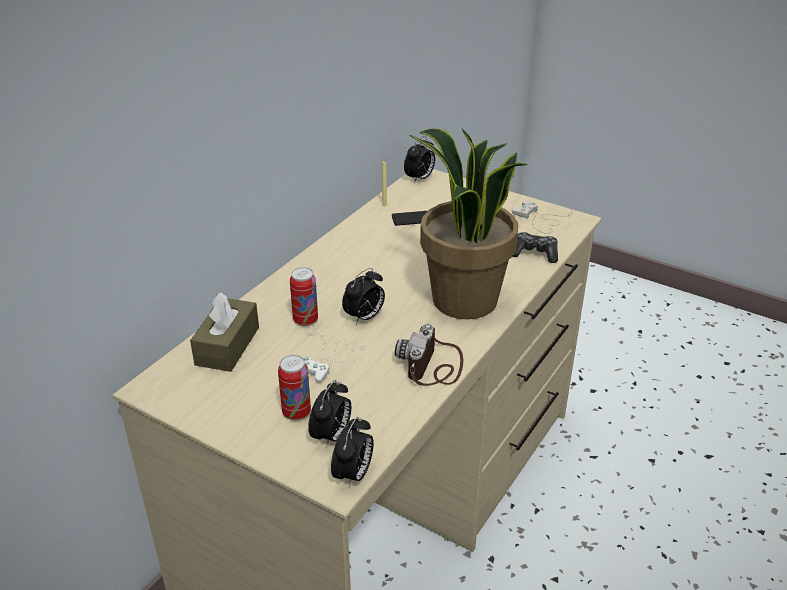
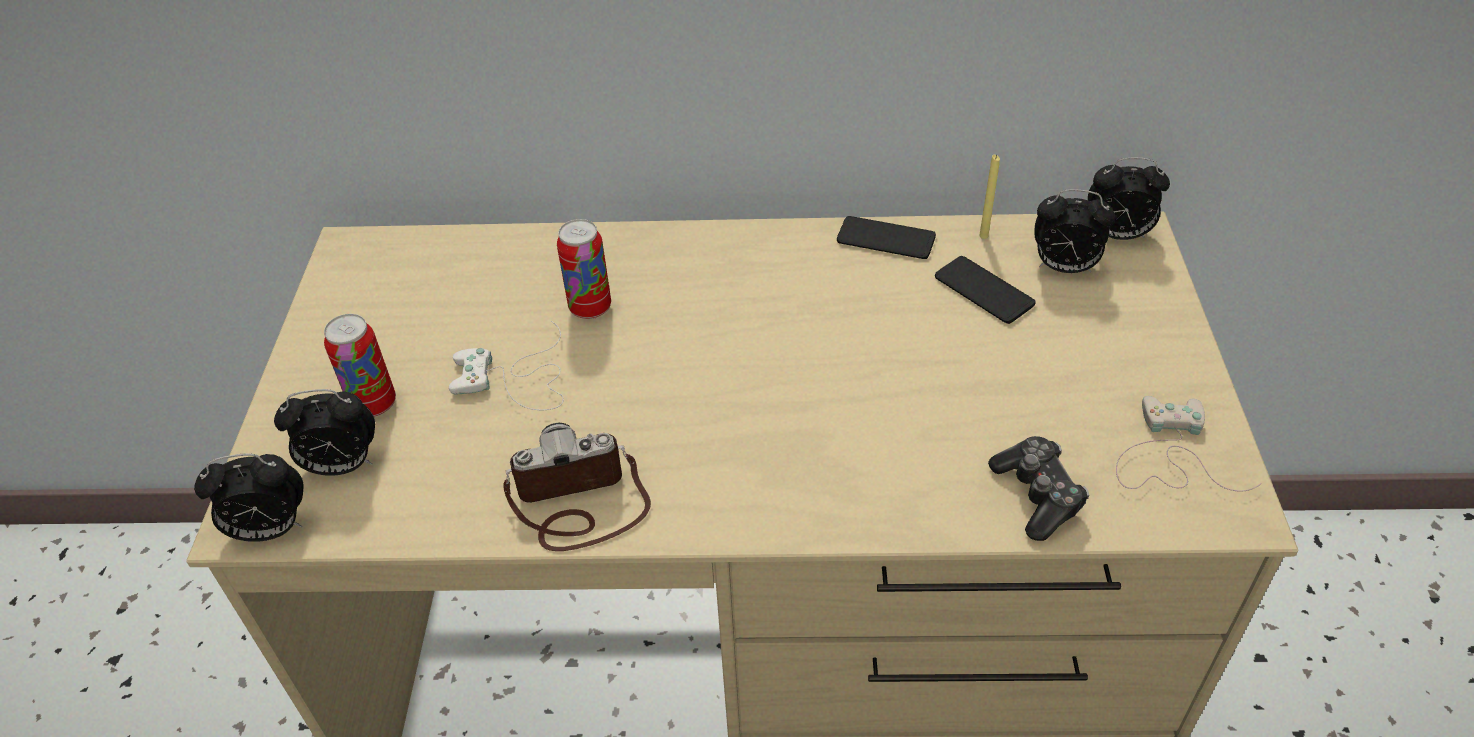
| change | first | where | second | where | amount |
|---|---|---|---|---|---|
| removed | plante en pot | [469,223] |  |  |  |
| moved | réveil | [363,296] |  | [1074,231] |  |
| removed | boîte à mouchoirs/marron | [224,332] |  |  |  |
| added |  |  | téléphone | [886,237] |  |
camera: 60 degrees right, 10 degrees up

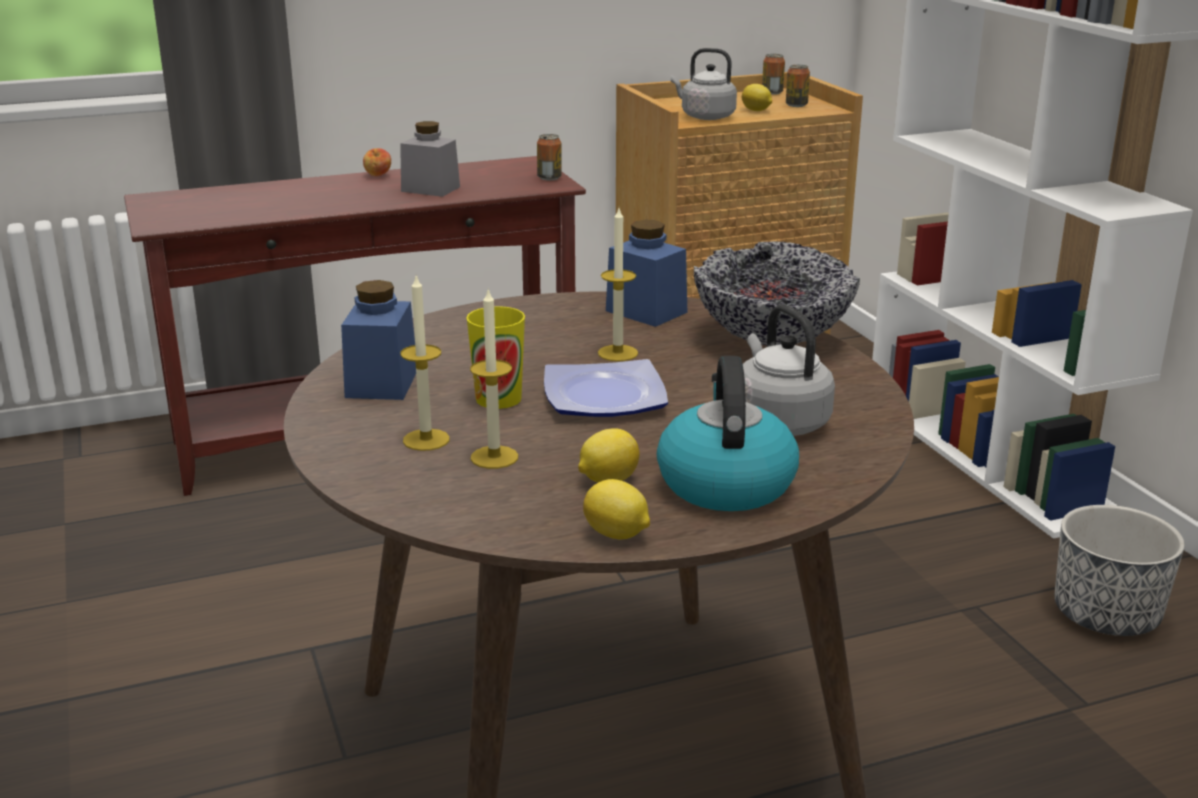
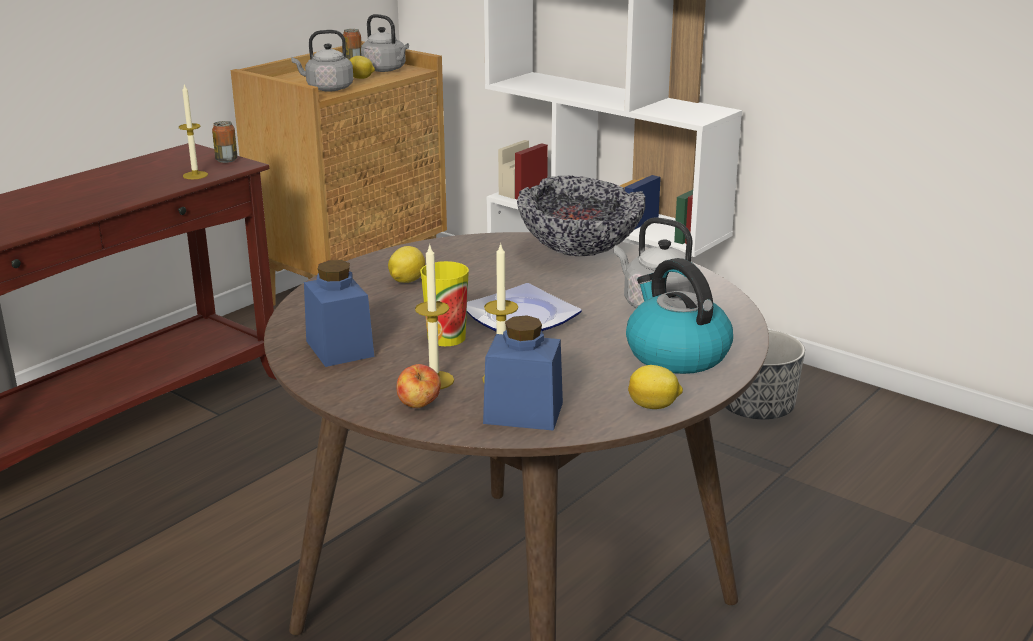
| change | first | where | second | where | amount |
|---|---|---|---|---|---|
| replaced | boîte métallique | [798,86] | bouilloire/gris | [385,43] |  |
| removed | bocal/gris | [430,159] |  |  |  |
| moved | pomme | [377,162] |  | [418,386] |  |
| moved | bougie | [618,284] |  | [193,131] |  |
| moved | bocal/bleu | [646,273] |  | [523,373] |  |
| moved | citron | [609,455] |  | [406,264] |  |
camera: 30 degrees left, 0 degrees up

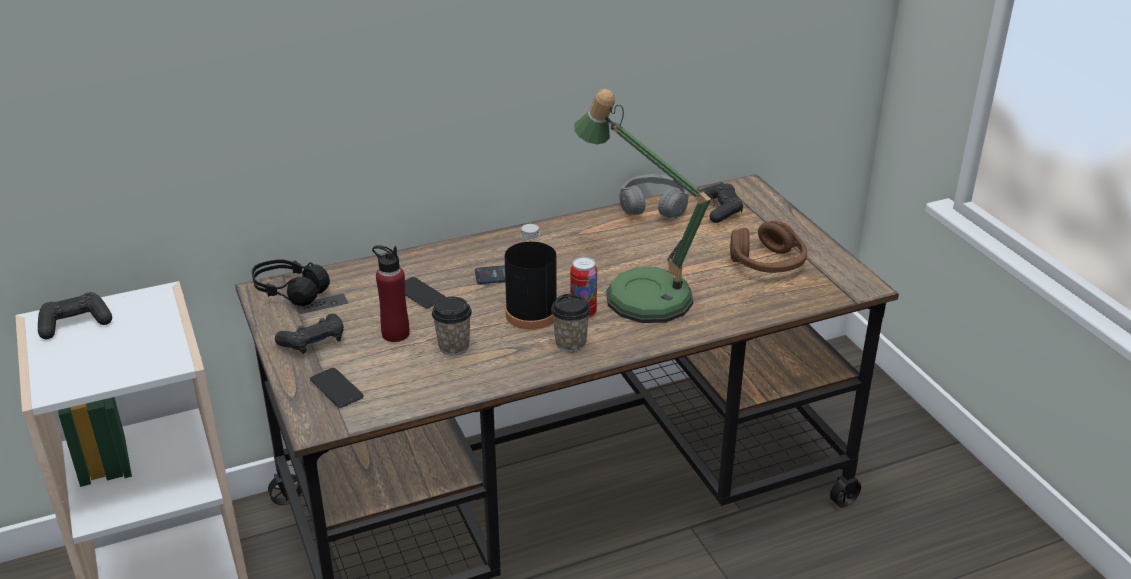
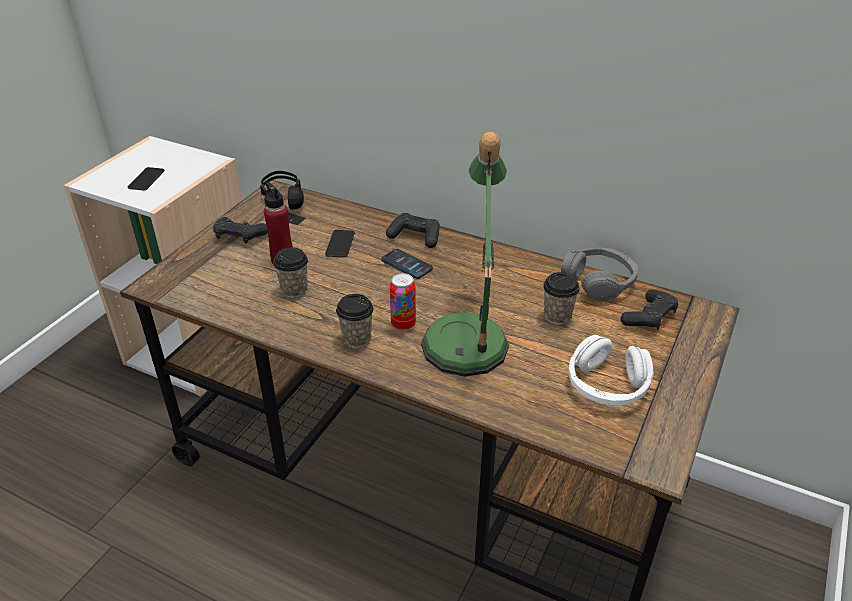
| change | first | where | second | where | amount |
|---|---|---|---|---|---|
| recoloured | casque audio/marron | [768,247] | casque audio/blanc | [610,370] |  |
| removed | bouteille/noir | [531,277] |  |  |  |
| moved | manette/noir | [75,316] |  | [413,230] |  |
| moved | téléphone | [337,388] |  | [146,178] |  |
| added |  |  | tasse | [561,298] |  |
camera: 50 degrees right, 5 degrees up

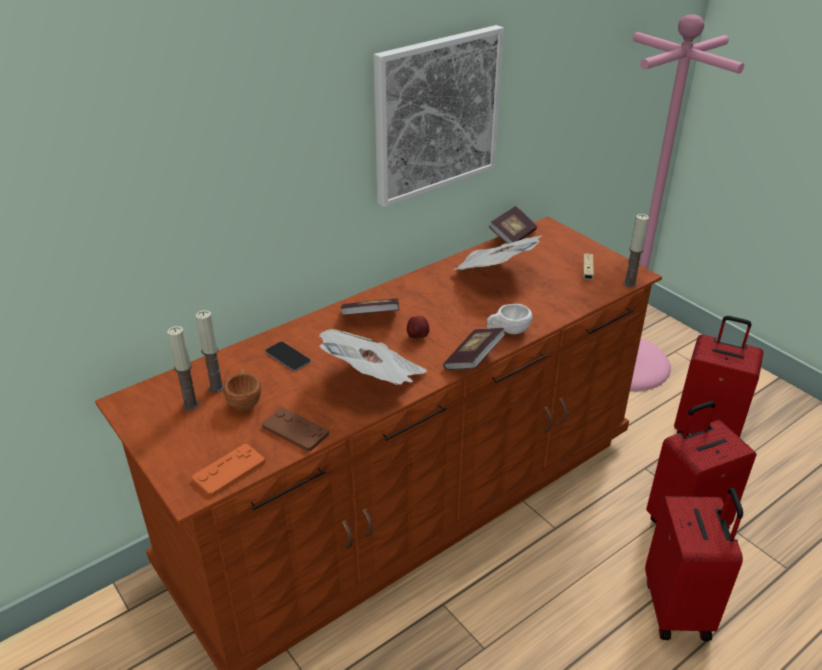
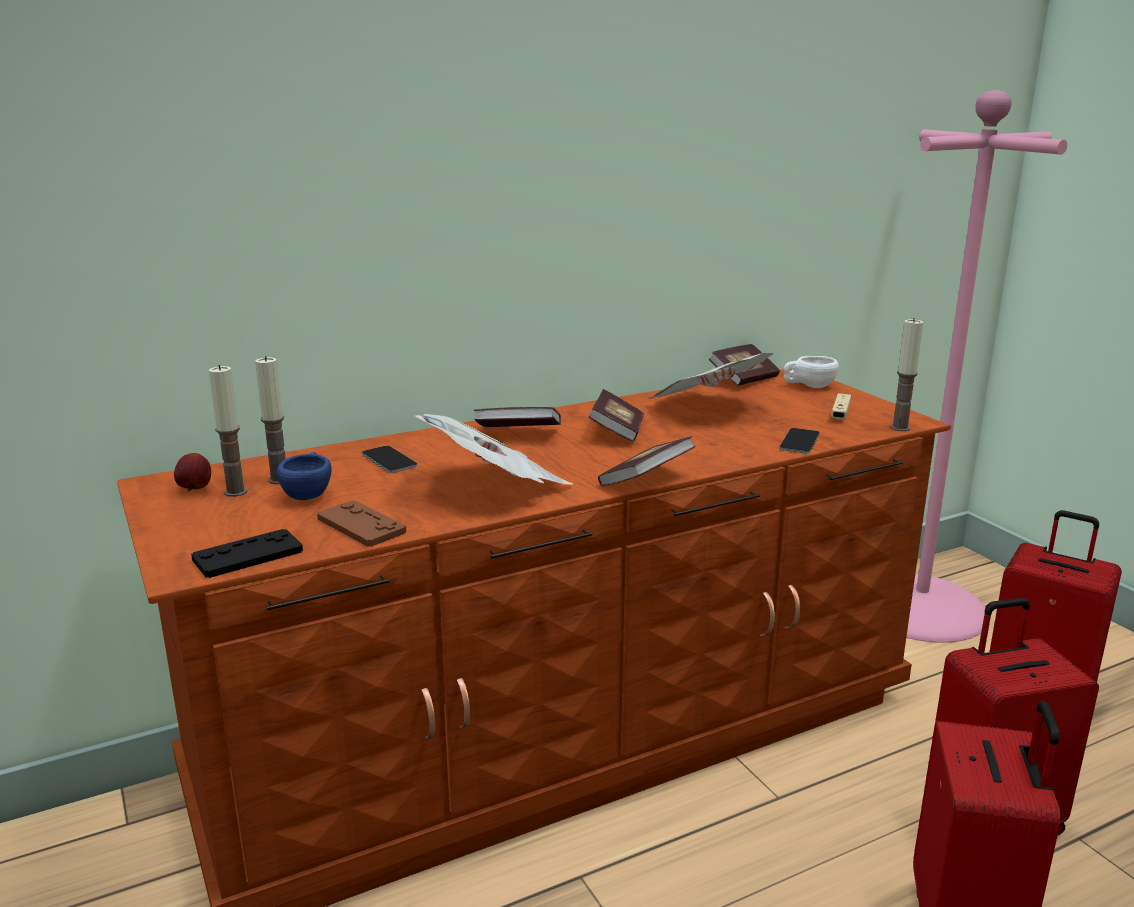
| change | first | where | second | where | amount |
|---|---|---|---|---|---|
| removed | tableau | [439,116] |  |  |  |
| moved | tasse/blanc | [509,319] |  | [811,372] |  |
| moved | pomme | [418,328] |  | [192,472] |  |
| recoloured | tasse/marron | [242,389] | tasse/bleu | [304,476] |  |
| recoloured | manette/orange | [228,470] | manette/noir | [247,553] |  |
| added |  |  | livre | [616,415] |  |
| added |  |  | téléphone | [799,440] |  |
camera: 10 degrees right, 15 degrees down

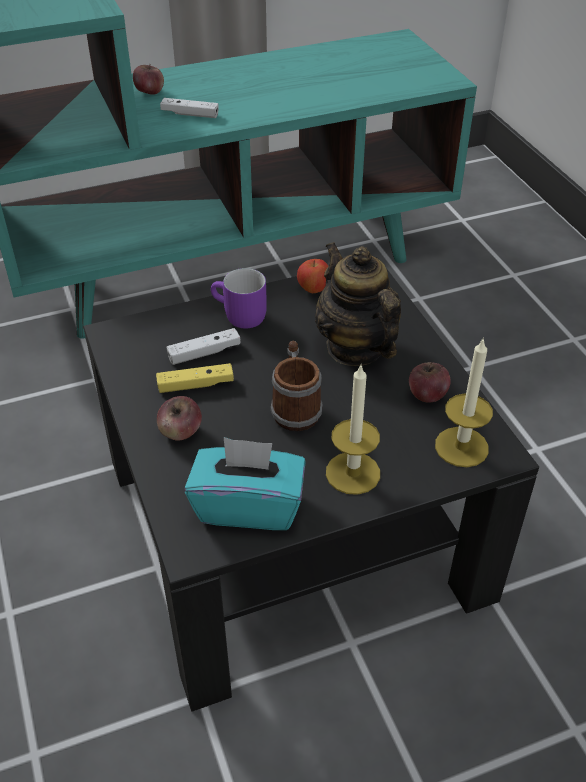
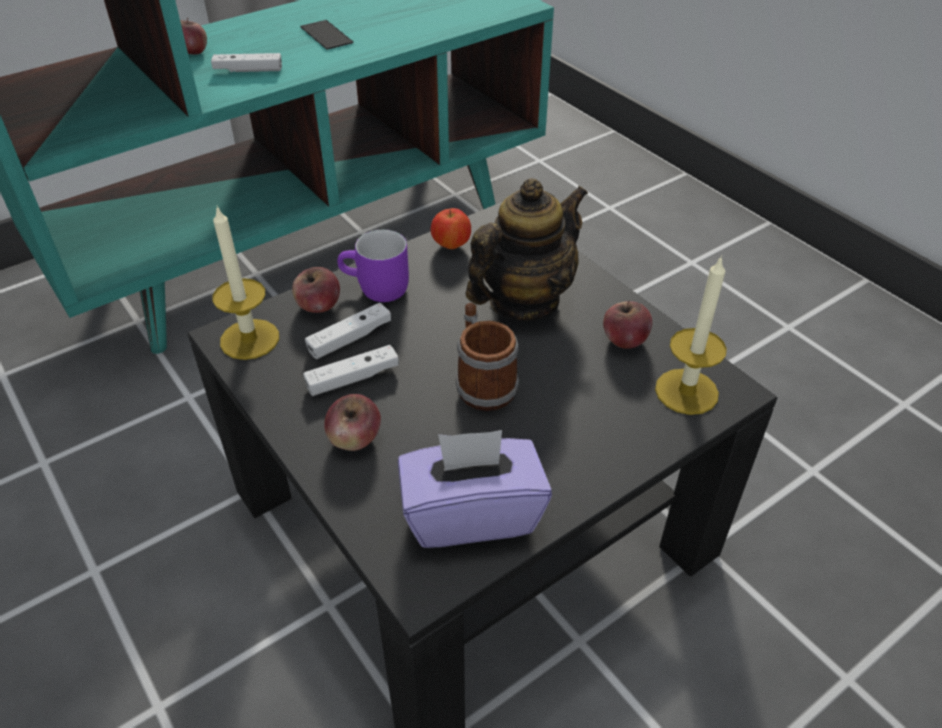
| change | first | where | second | where | amount |
|---|---|---|---|---|---|
| turned | théière | [358,304] |  | [527,249] | 90 degrees clockwise |
| recoloured | manette/jaune | [195,378] | manette/blanc | [351,370] |  |
| moved | bougie | [353,430] |  | [245,282] |  |
| recoloured | boîte à mouchoirs/turquoise | [245,483] | boîte à mouchoirs/violet | [475,489] |  |
| added |  |  | téléphone | [327,35] |  |
| added |  |  | pomme | [316,290] |  |
camera: 15 degrees left, 0 degrees up

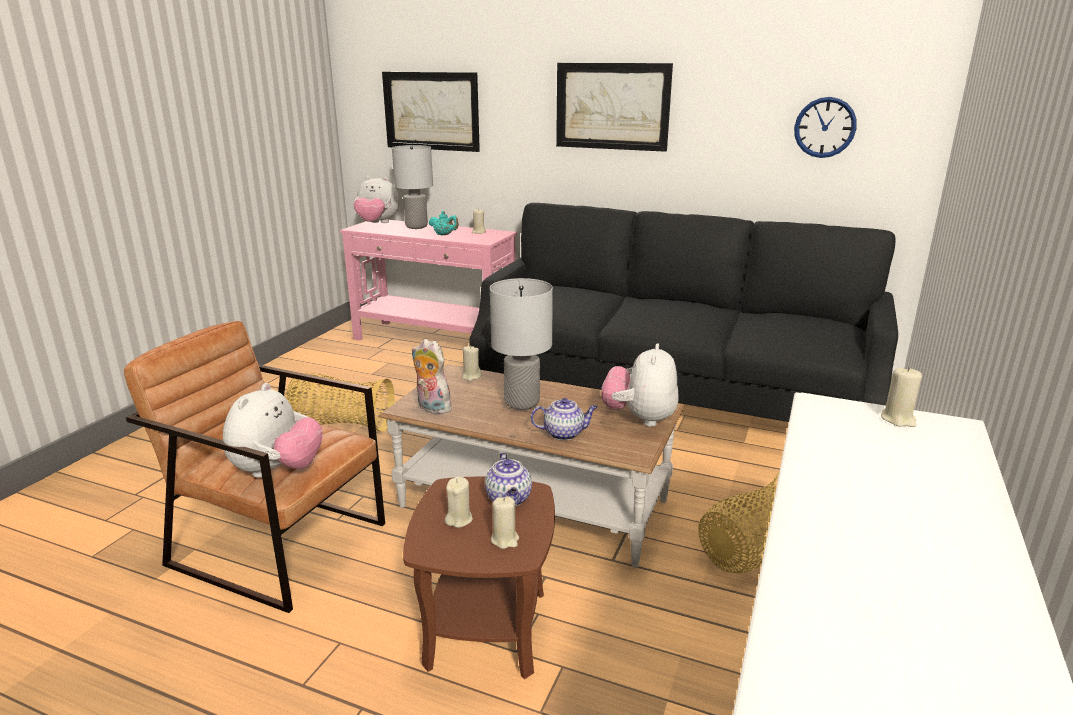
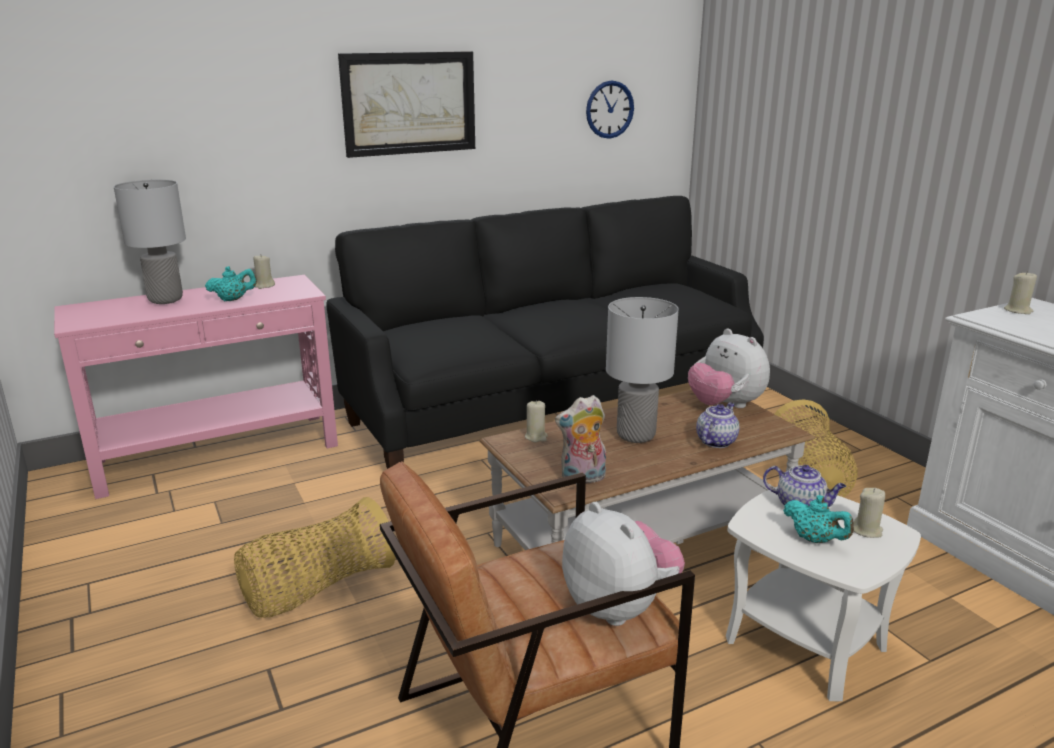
| change | first | where | second | where | amount |
|---|---|---|---|---|---|
| removed | tableau | [431,112] |  |  |  |
| removed | peluche | [376,199] |  |  |  |
| recoloured | table d'appoint/marron | [479,578] | table d'appoint/blanc | [823,593] |  |
| replaced | bougie/beige | [458,502] | théière/turquoise | [818,519] |  |
camera: 50 degrees left, 0 degrees up

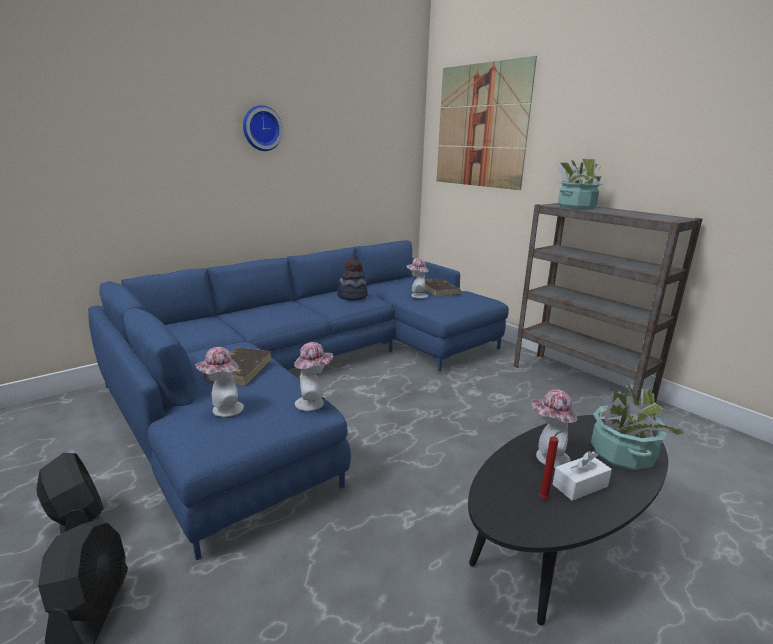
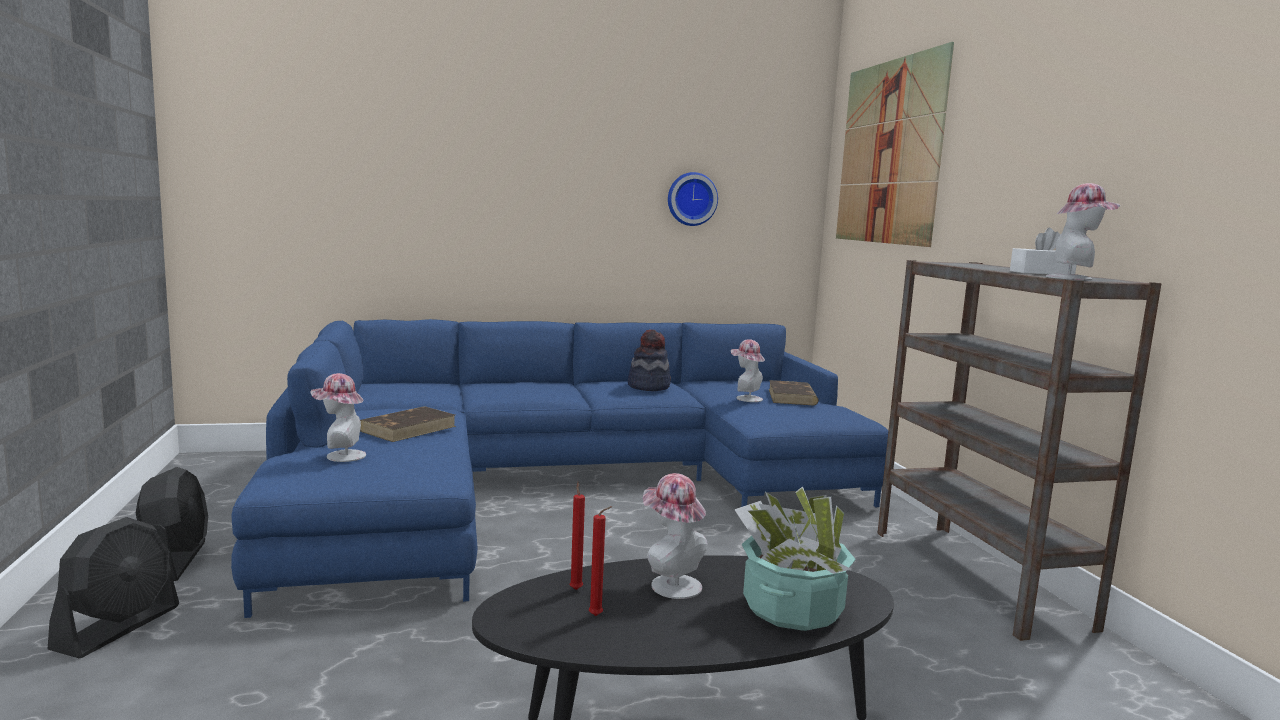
| change | first | where | second | where | amount |
|---|---|---|---|---|---|
| moved | horloge murale | [263,128] |  | [693,199] |  |
| removed | plante en pot | [580,184] |  |  |  |
| moved | chapeau | [313,376] |  | [1083,231] |  |
| moved | boîte à mouchoirs/blanc | [582,476] |  | [1043,251] |  |
| added |  |  | bougie/rouge | [577,536] |  |
camera: 25 degrees right, 10 degrees down

